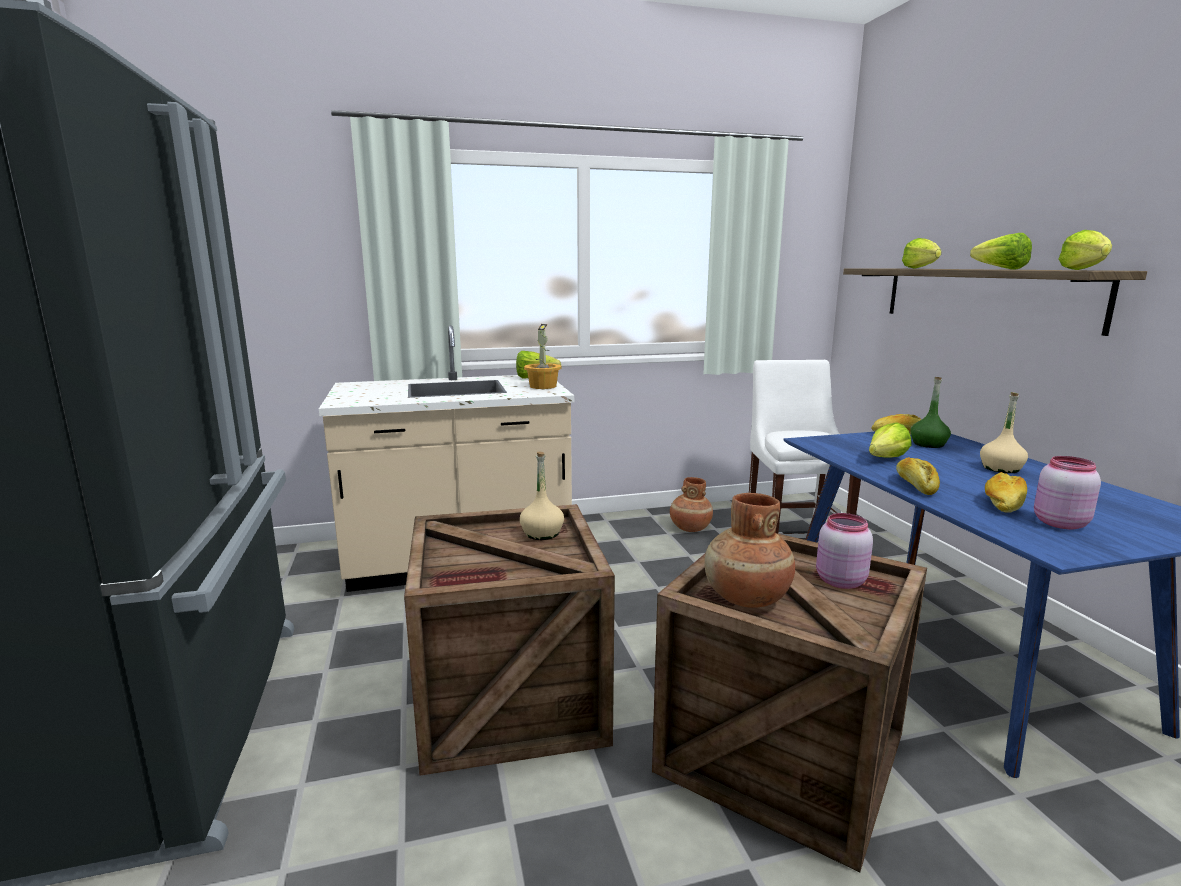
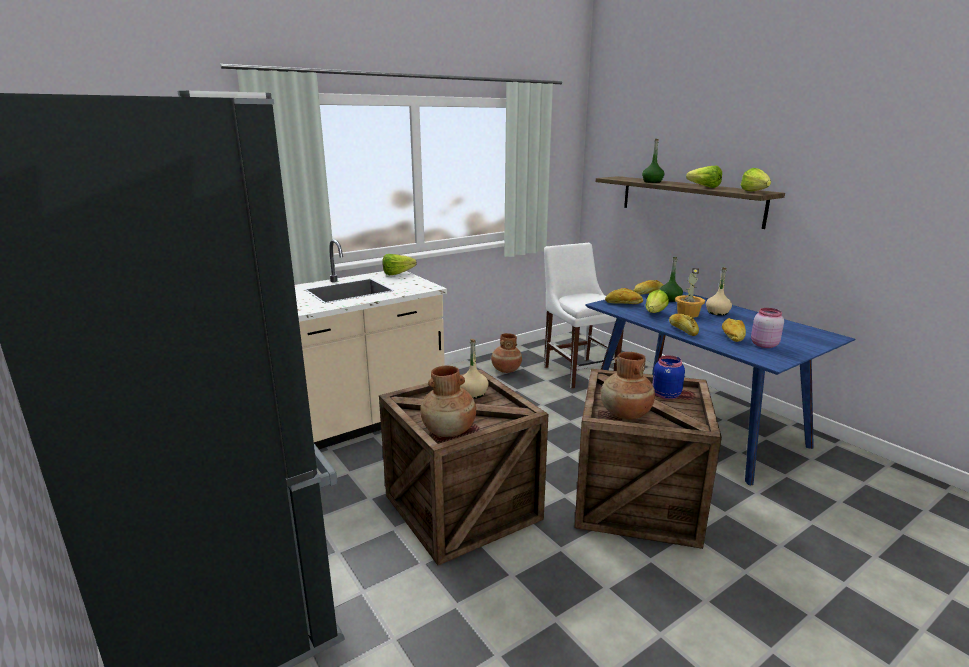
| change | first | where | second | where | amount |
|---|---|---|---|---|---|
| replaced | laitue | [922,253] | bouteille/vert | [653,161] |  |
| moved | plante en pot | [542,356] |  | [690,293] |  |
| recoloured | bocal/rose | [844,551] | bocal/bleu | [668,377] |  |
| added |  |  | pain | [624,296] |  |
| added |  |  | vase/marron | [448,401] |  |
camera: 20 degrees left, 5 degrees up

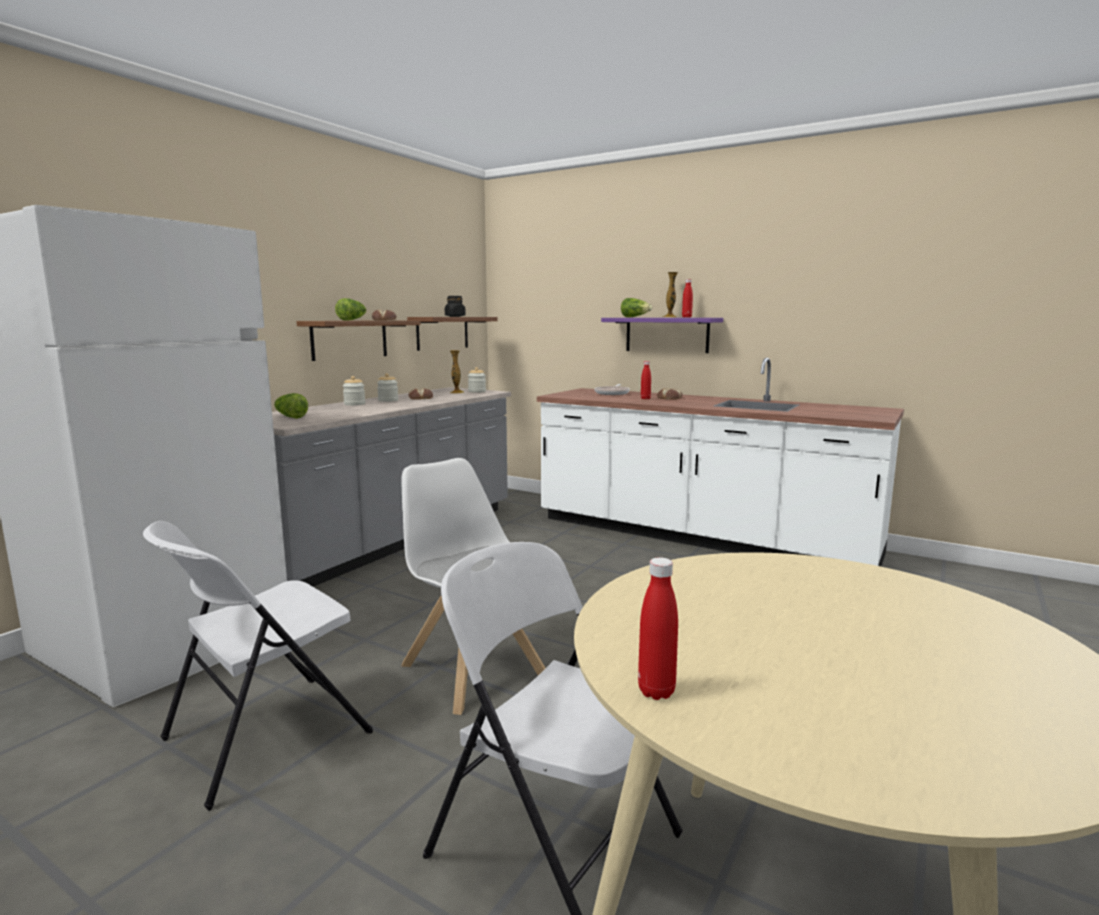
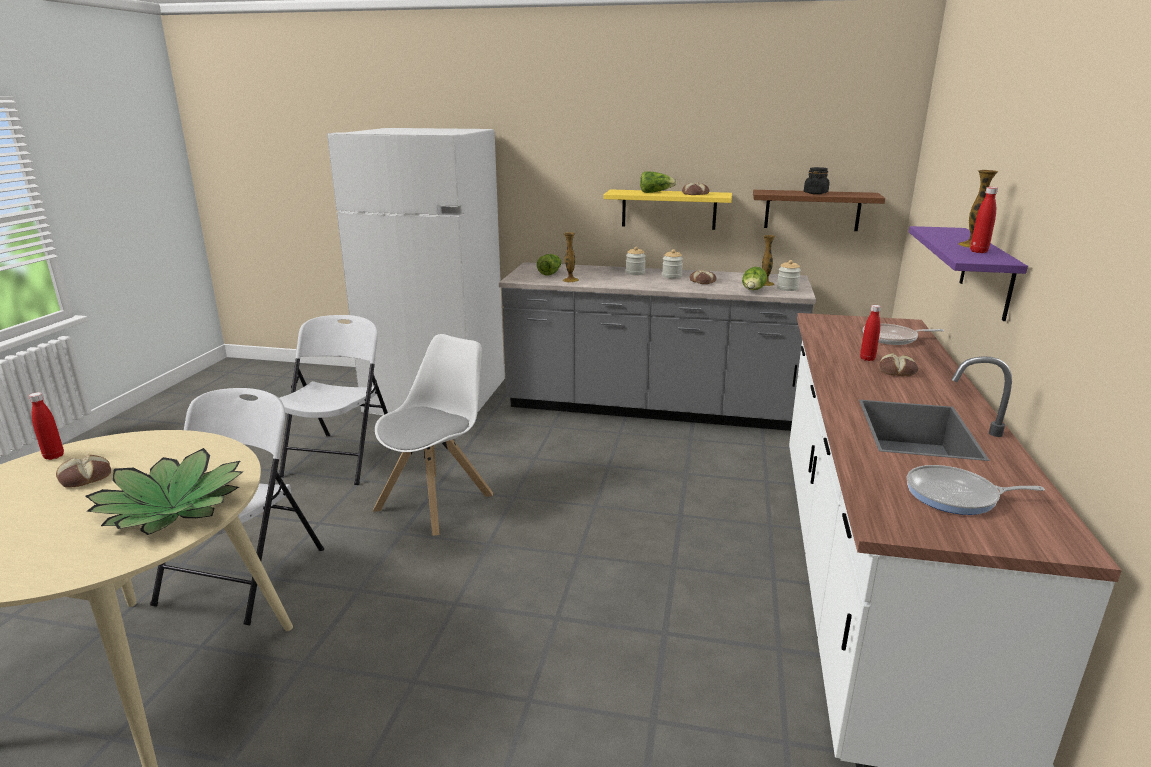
| change | first | where | second | where | amount |
|---|---|---|---|---|---|
| moved | laitue | [636,307] |  | [754,278] |  |
| recoloured | étagère/marron | [359,340] | étagère/jaune | [667,210] |  |
| turned | chaise/blanc | [258,666] |  | [333,400] | 75 degrees clockwise |
| added |  |  | vase | [571,257] |  |
| added |  |  | plante en pot | [164,491] |  |
| added |  |  | pain | [83,471] |  |
| added |  |  | poêle | [976,490] |  |
camera: 70 degrees right, 10 degrees up

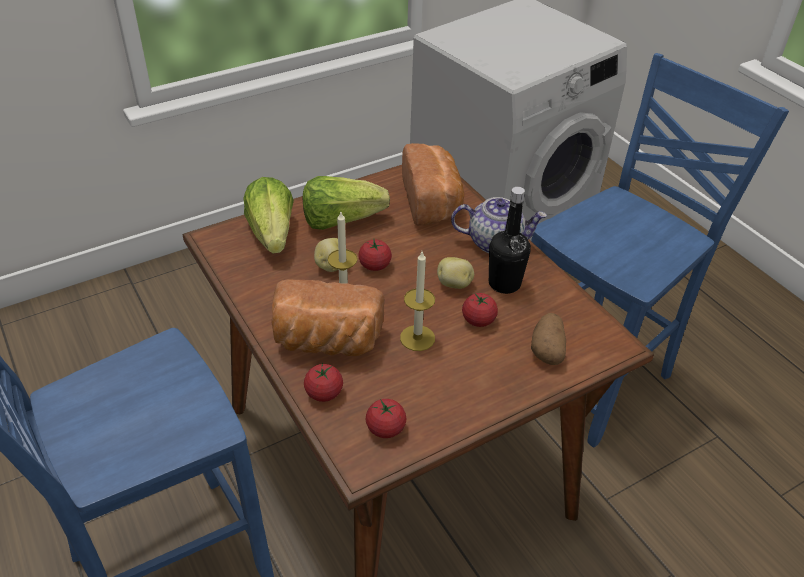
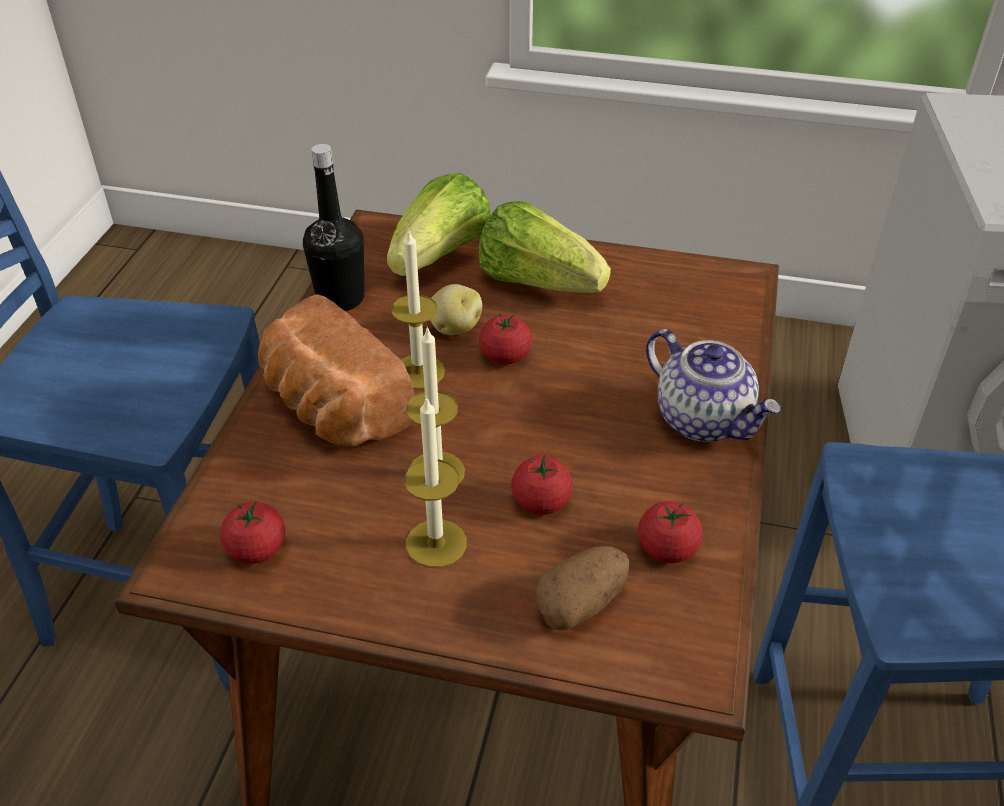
| change | first | where | second | where | amount |
|---|---|---|---|---|---|
| removed | pain | [433,184] |  |  |  |
| moved | bouteille/noir | [510,240] |  | [333,227] |  |
| removed | pomme de terre | [455,273] |  |  |  |
| moved | tomate | [323,382] |  | [670,532] |  |
| added |  |  | bougie | [435,482] |  |
camera: 45 degrees right, 0 degrees up

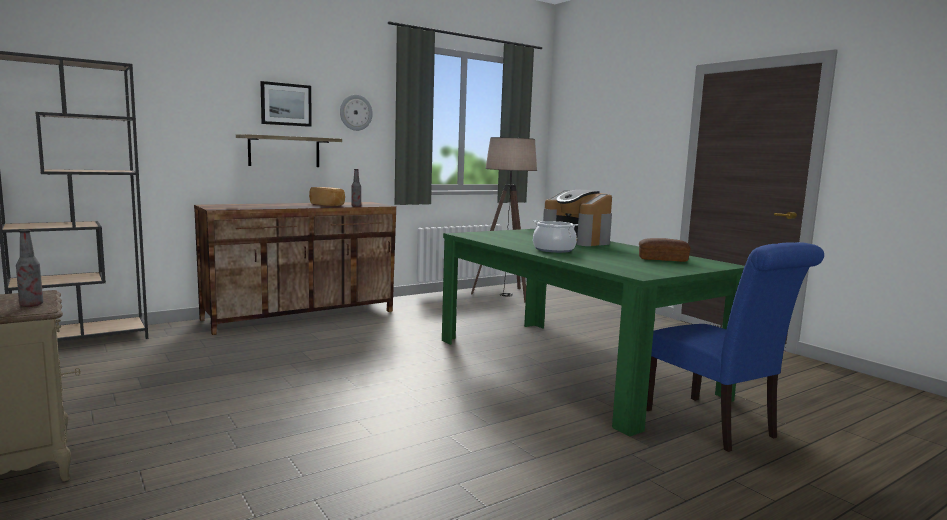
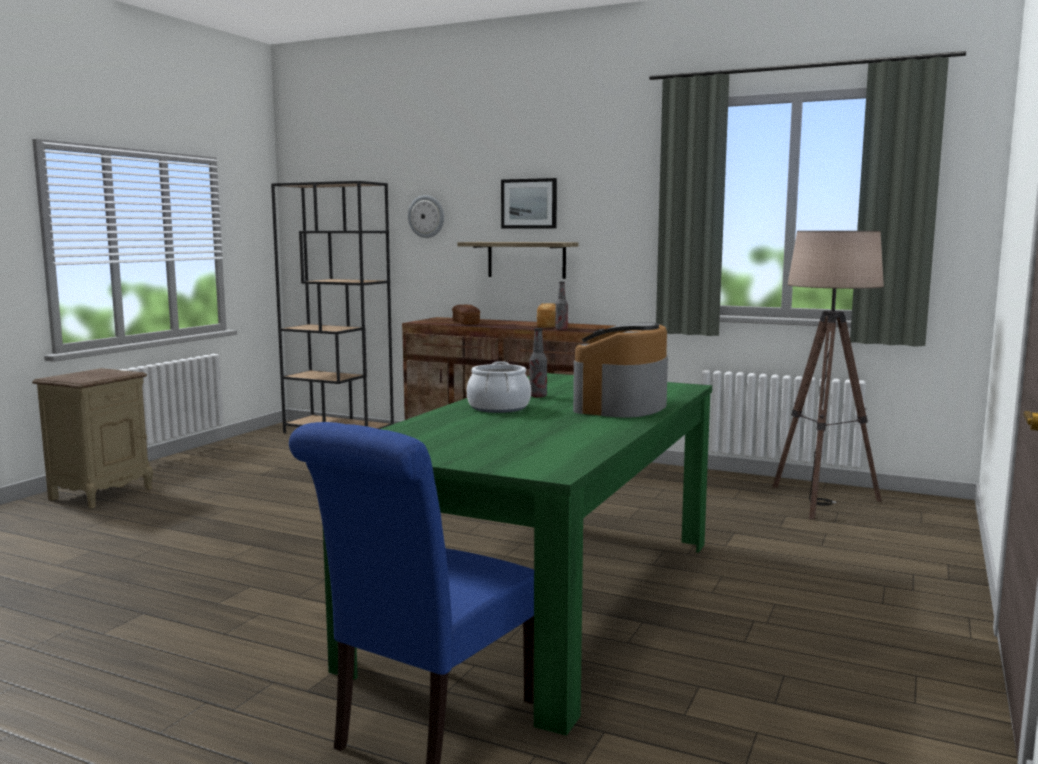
| change | first | where | second | where | amount |
|---|---|---|---|---|---|
| moved | horloge murale | [356,113] |  | [426,216] |  |
| moved | bouteille | [29,268] |  | [538,363] |  |
| moved | pain | [664,250] |  | [466,314] |  |
camera: 60 degrees right, 0 degrees up

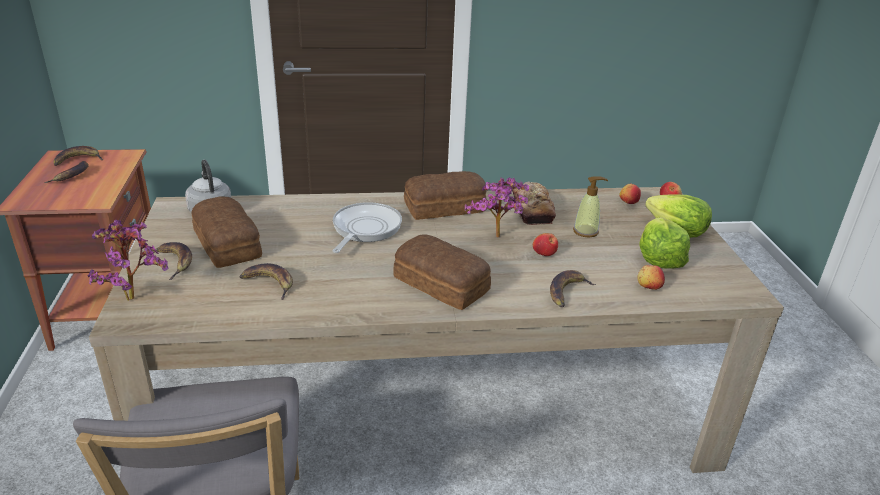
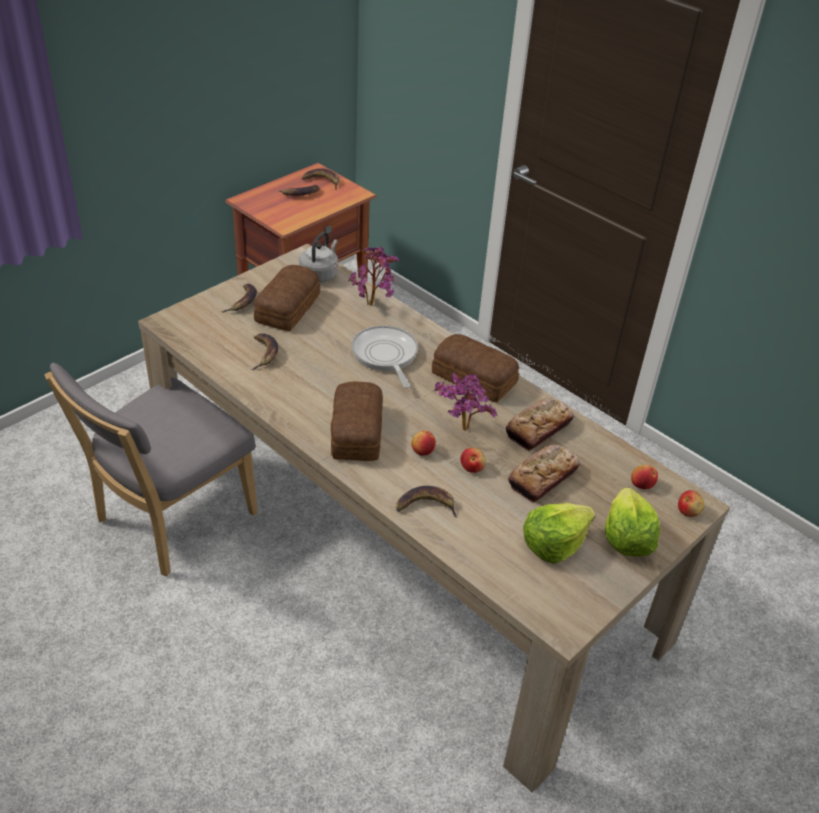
| change | first | where | second | where | amount |
|---|---|---|---|---|---|
| replaced | distributeur de savon | [590,206] | pain | [544,473] |  |
| turned | poêle | [367,227] |  | [385,356] | 90 degrees counterclockwise |
| moved | plante en pot | [128,260] |  | [373,276] |  |
| moved | pomme | [651,277] |  | [423,443] |  |
camera: 50 degrees right, 10 degrees up

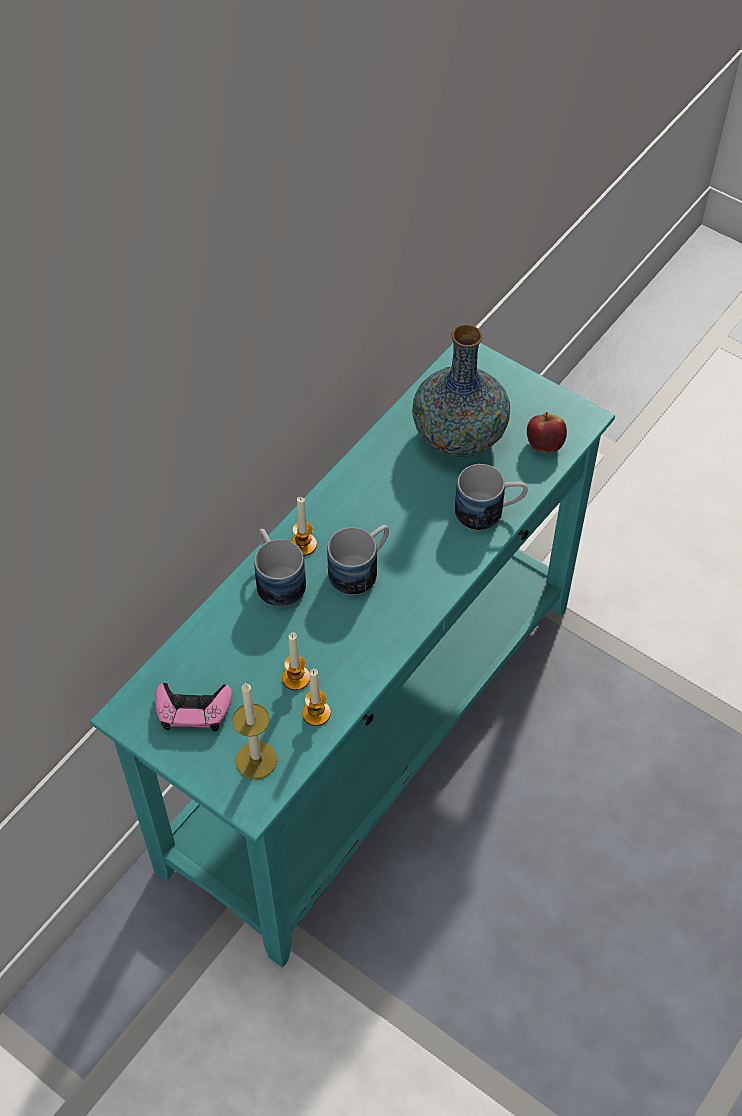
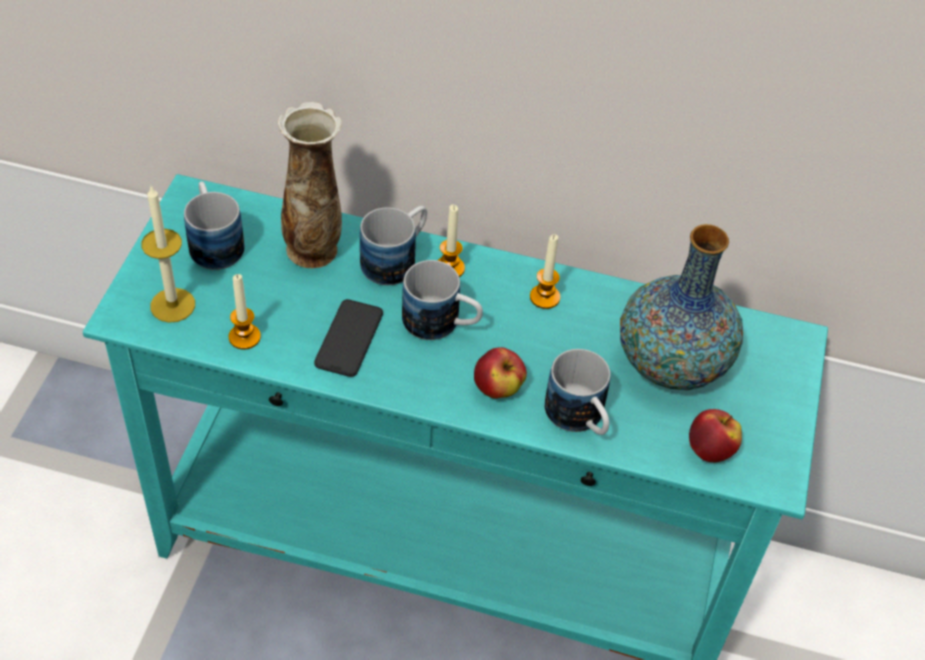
| change | first | where | second | where | amount |
|---|---|---|---|---|---|
| moved | bougie | [296,661] |  | [545,271] |  |
| replaced | manette/rose | [193,707] | mug | [214,225] |  |
| added |  |  | vase | [310,185] |  |
| added |  |  | téléphone | [348,338] |  |
| added |  |  | pomme | [500,373] |  |
camera: 65 degrees right, 5 degrees down

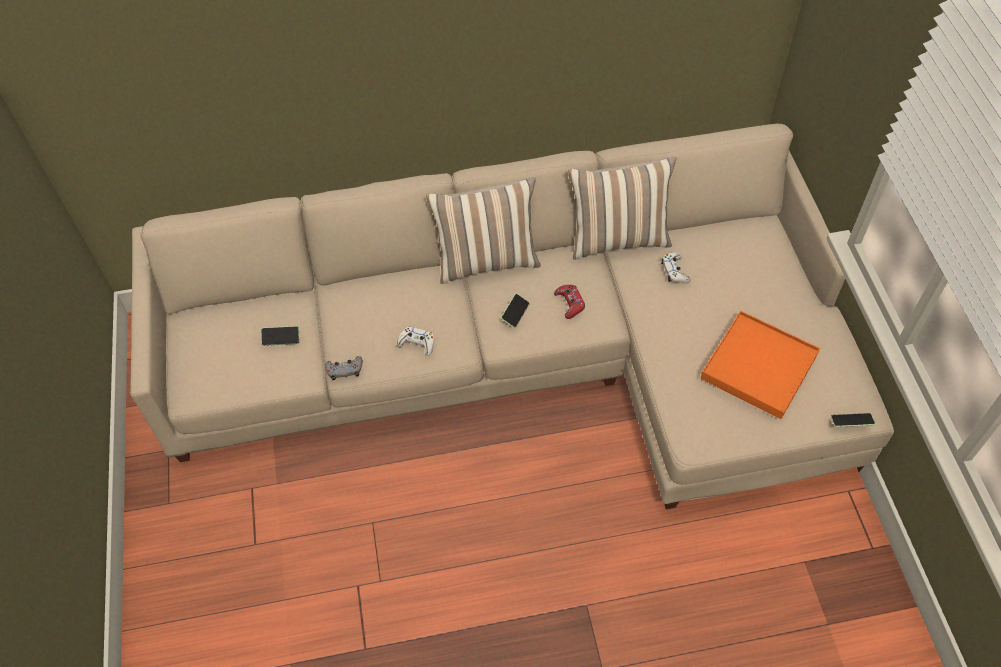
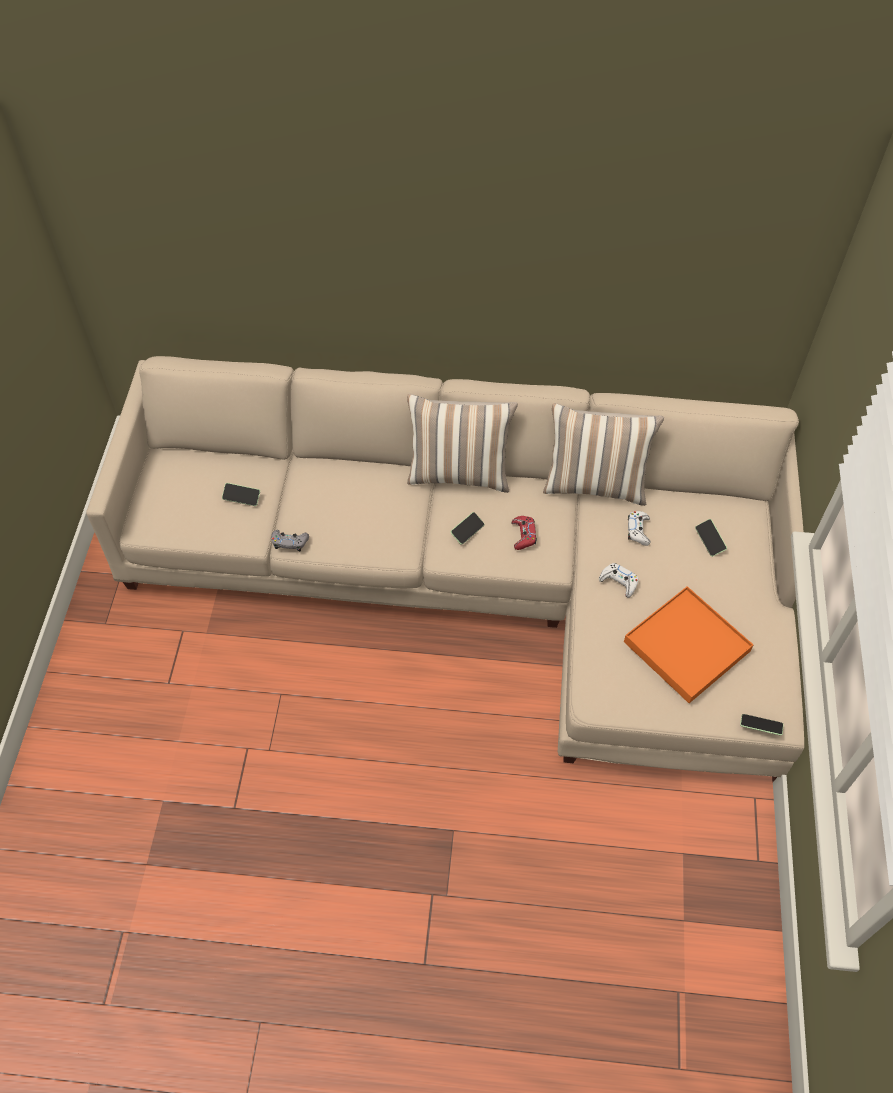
| change | first | where | second | where | amount |
|---|---|---|---|---|---|
| moved | manette/blanc | [415,341] |  | [618,580] |  |
| added |  |  | téléphone | [711,538] |  |
camera: 15 degrees right, 0 degrees up

